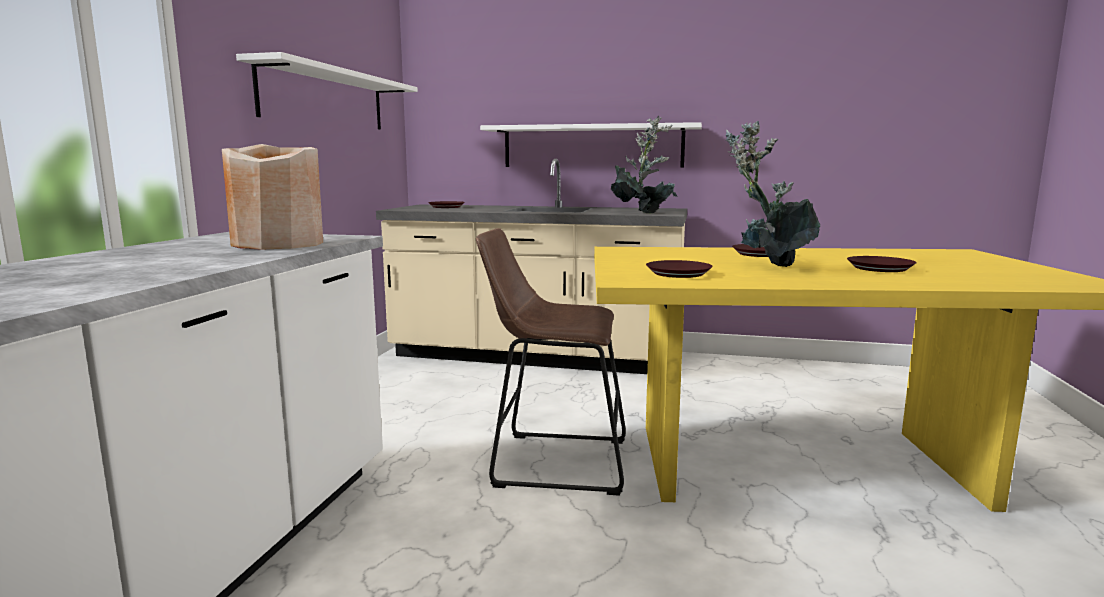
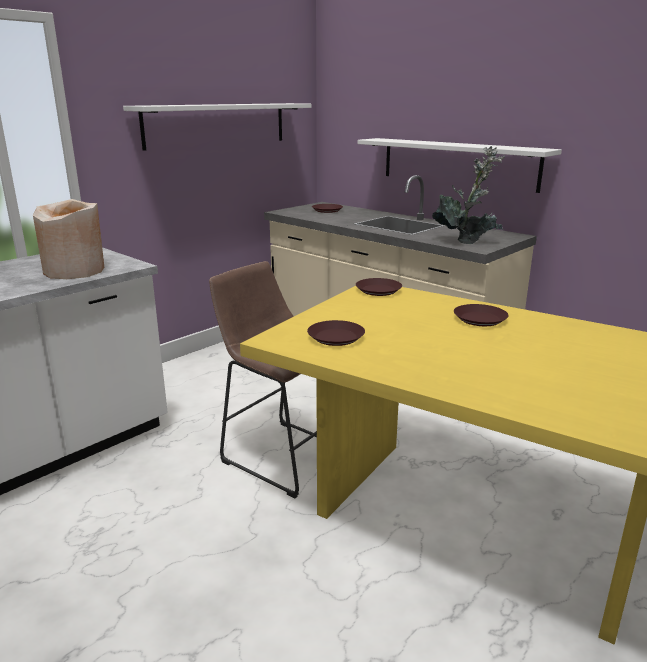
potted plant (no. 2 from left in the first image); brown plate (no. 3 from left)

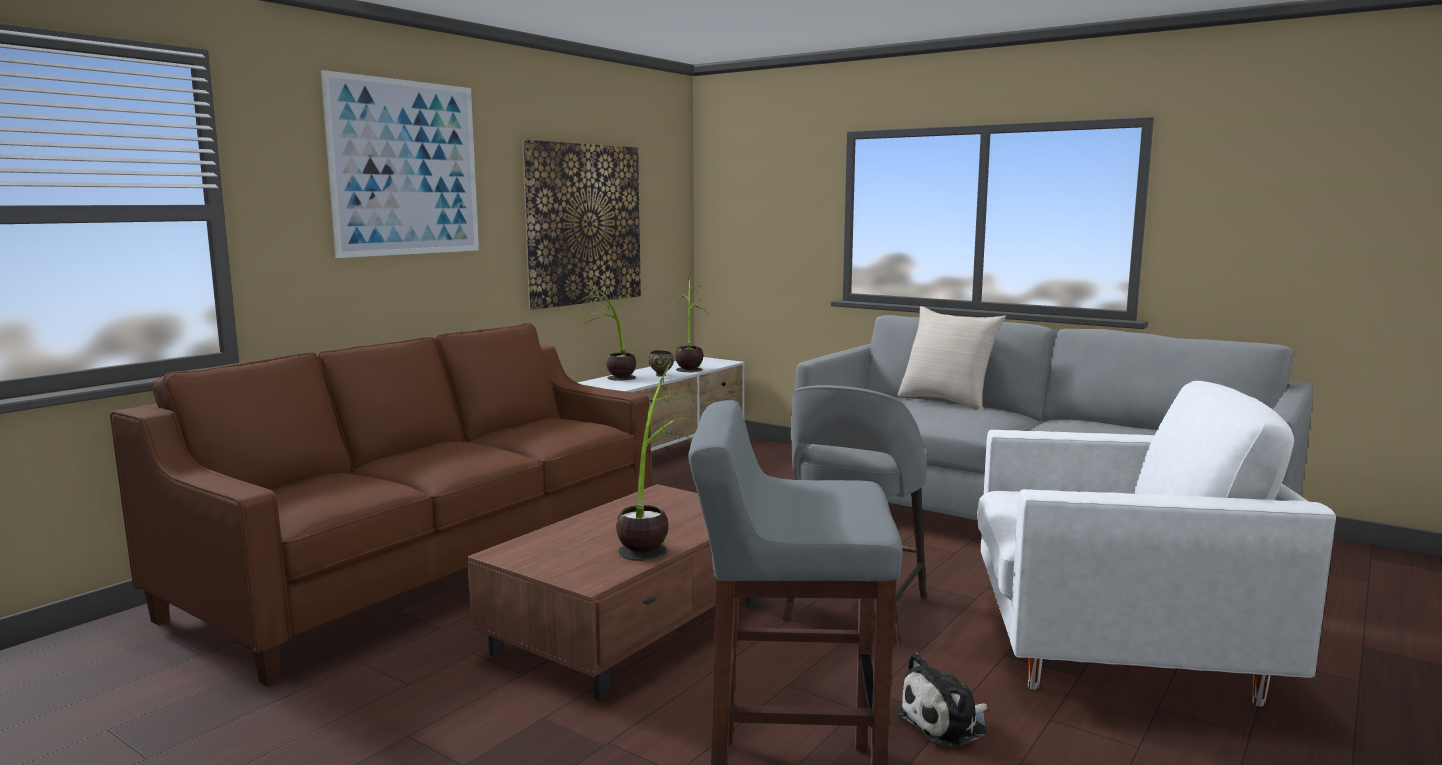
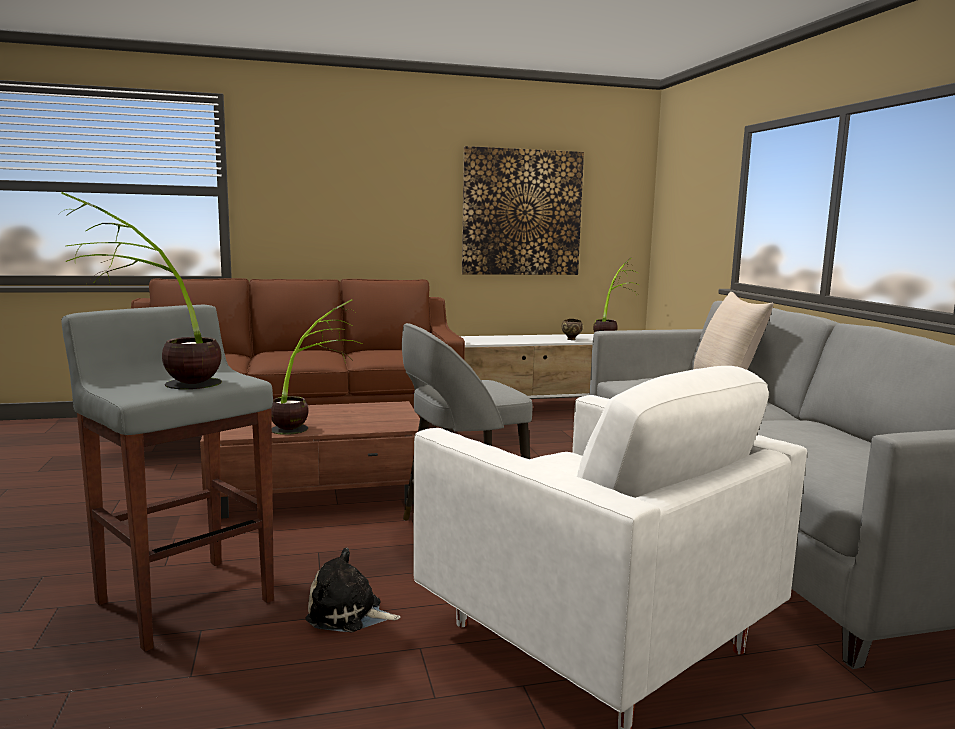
wall art (no. 1 from left in the first image); potted plant (no. 1 from left)

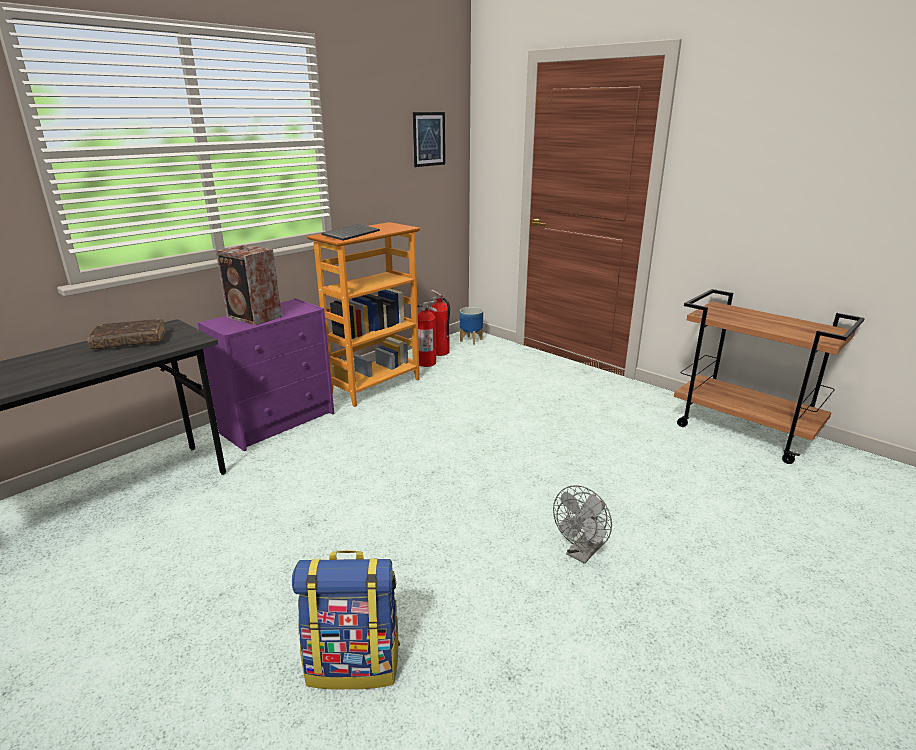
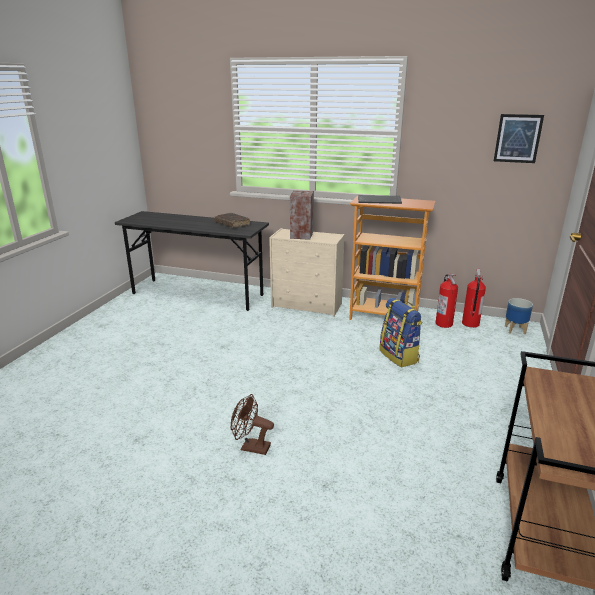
beige-coloured dresser; brown cooling fan; knapsack

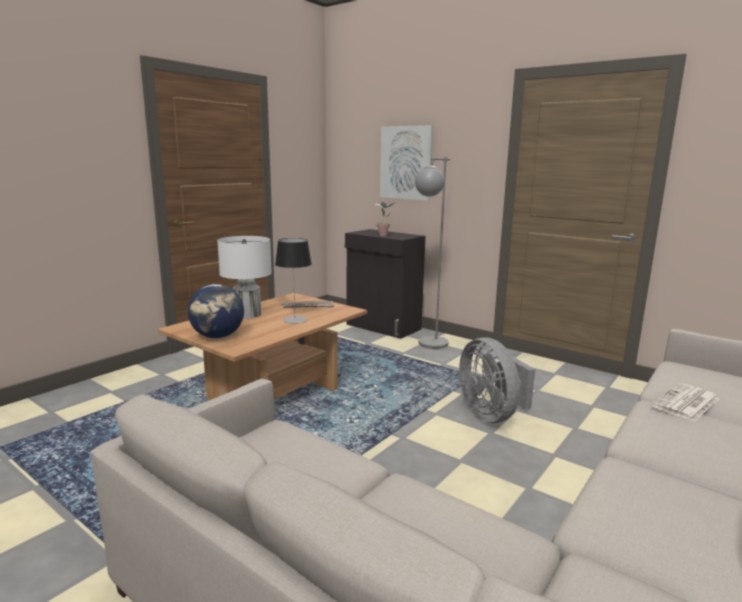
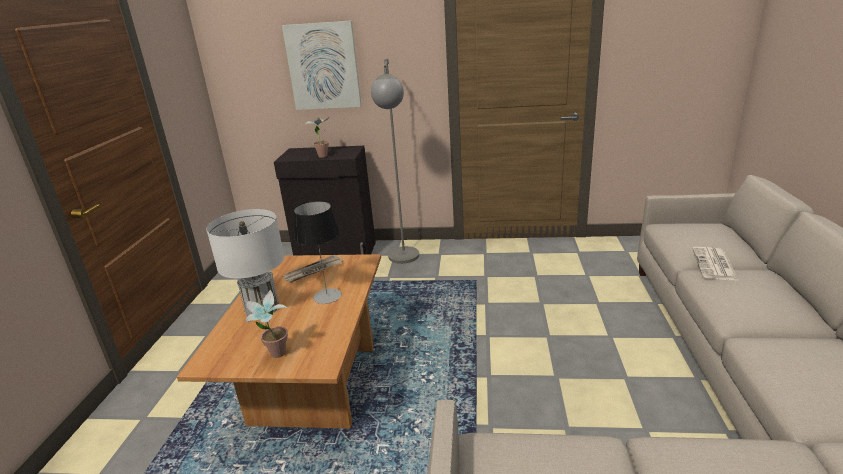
potted plant (no. 1 from left); gray cooling fan

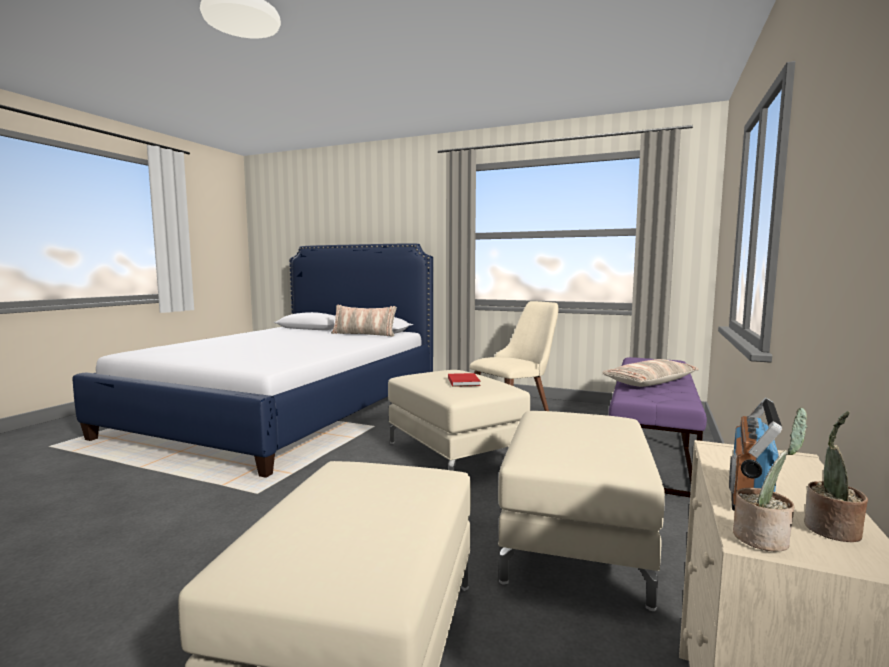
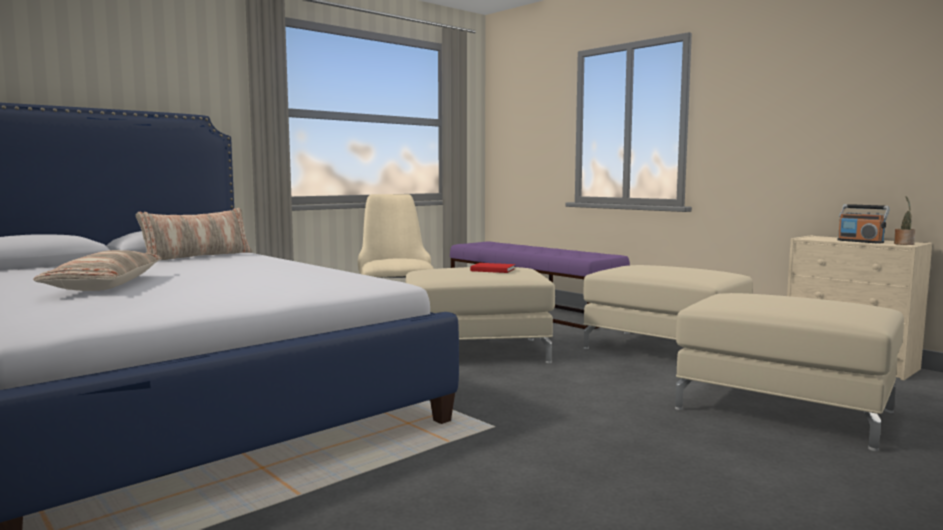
cushion (no. 1 from left); potted plant (no. 2 from left in the first image)

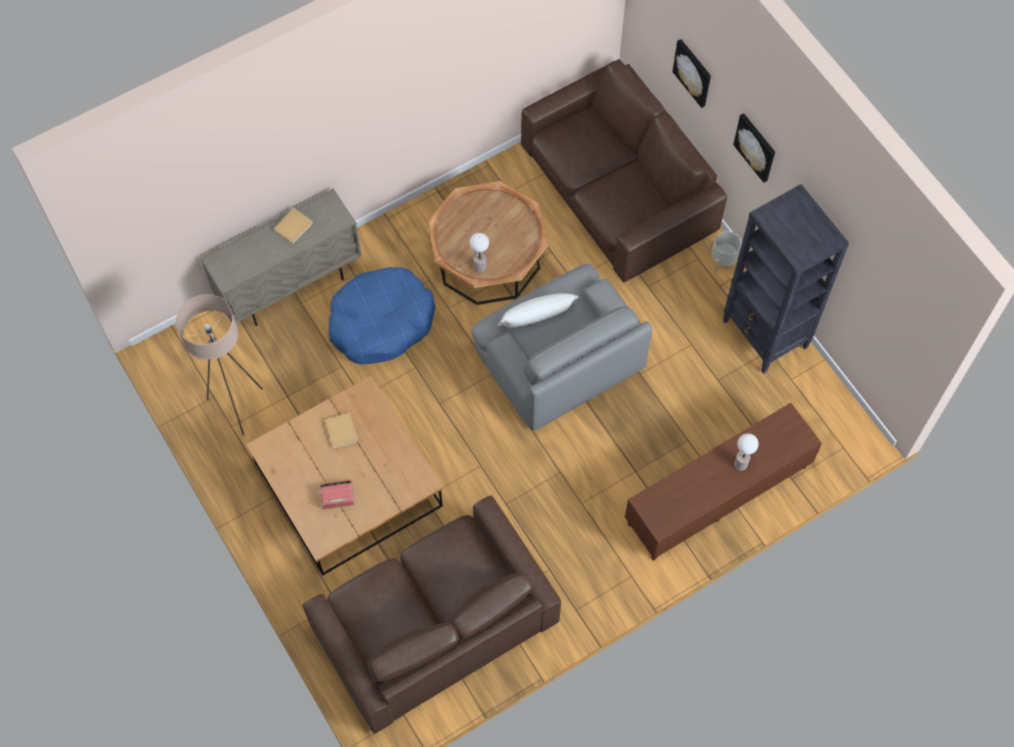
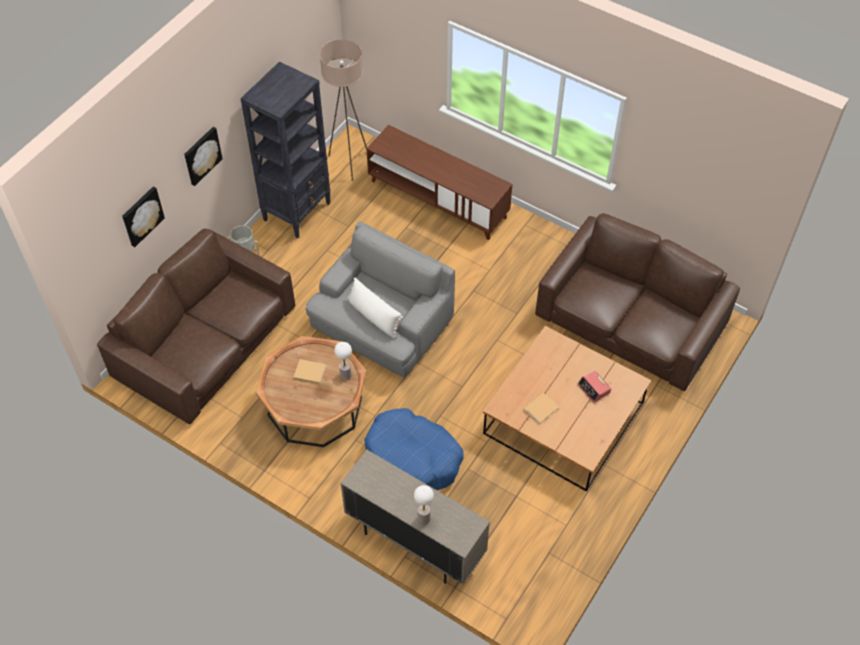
beige-coloured bound book (no. 1 from left); beige-coloured standard lamp; tabletop lamp (no. 2 from left)

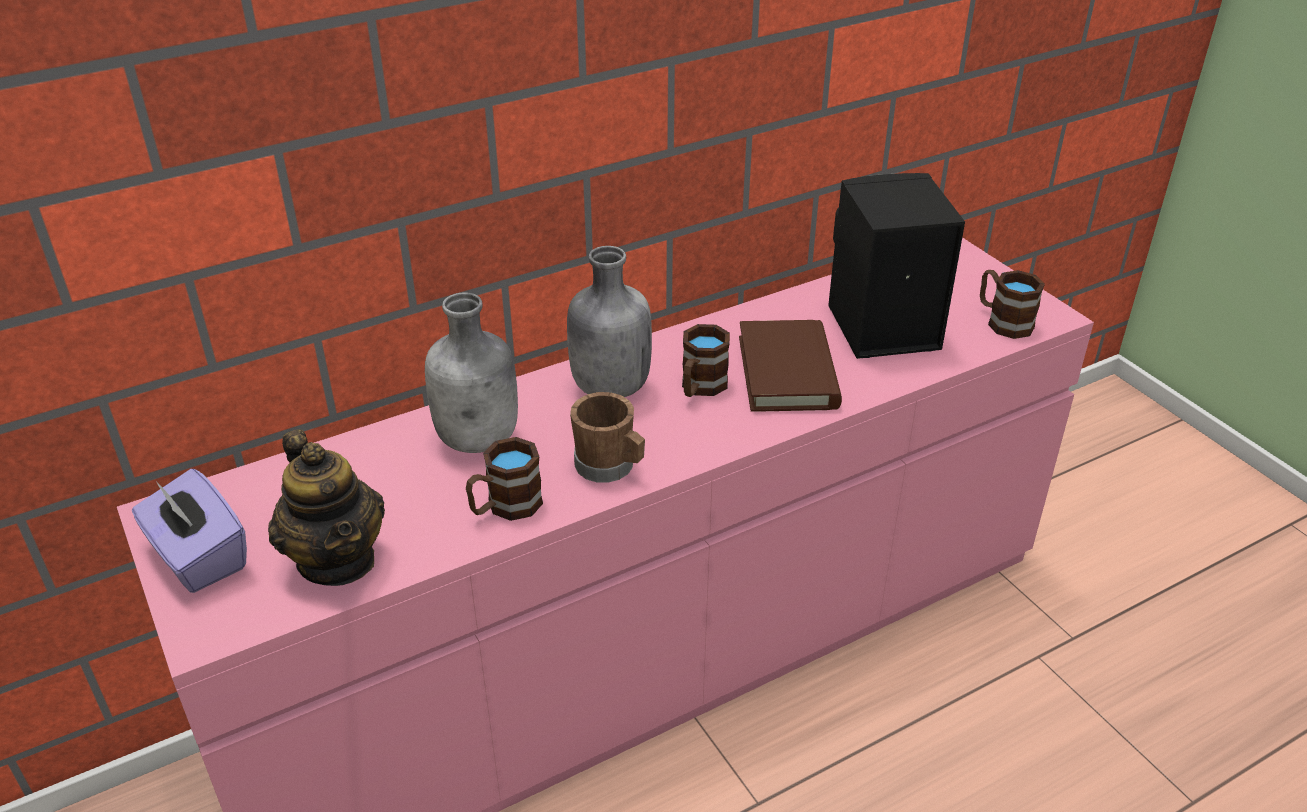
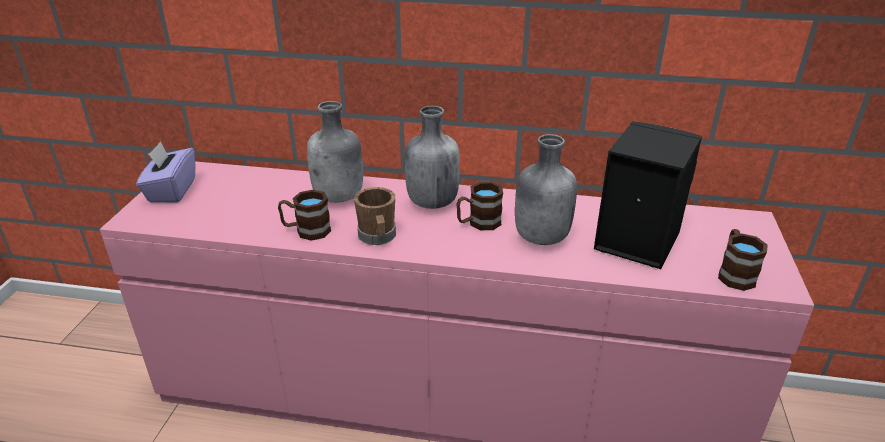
gray bottle (no. 3 from left); tea pot

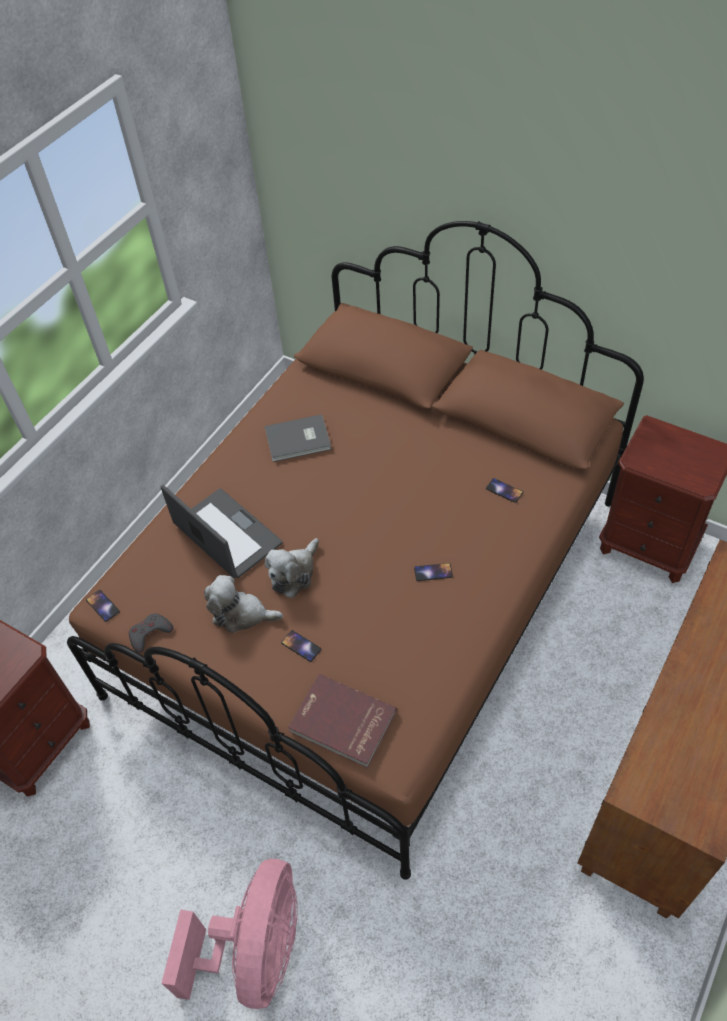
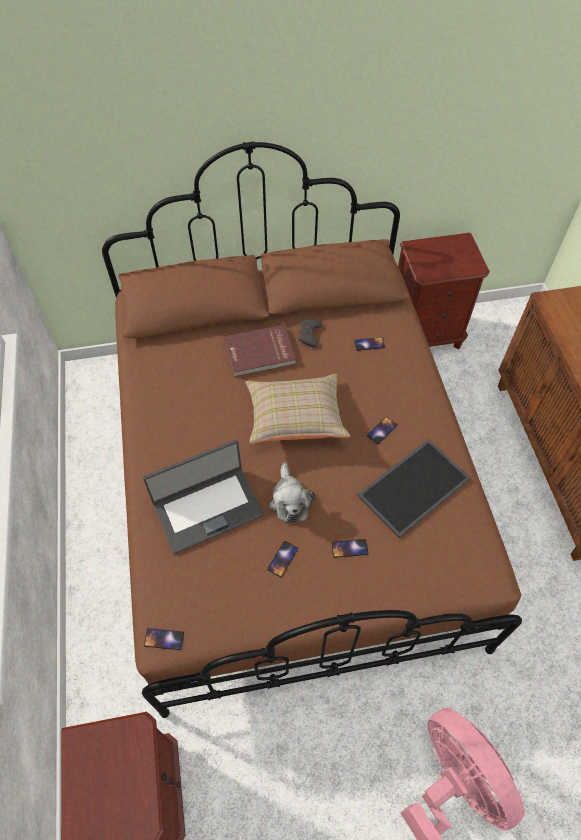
gray bound book; portable computer; telephone (no. 2 from left); gray joypad; reddish bound book; beige-coloured cushion; tray

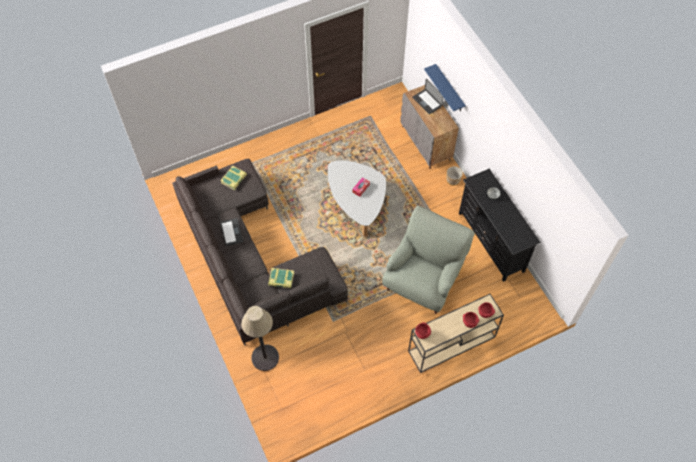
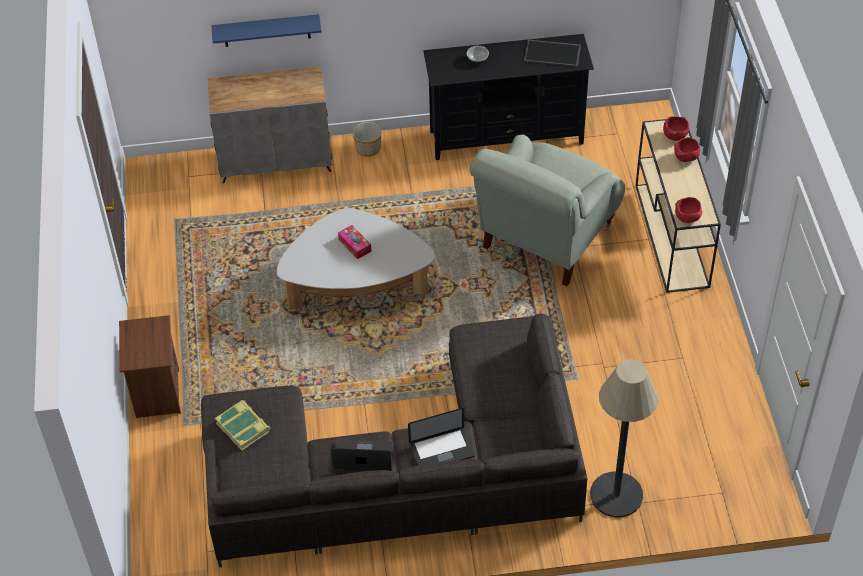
portable computer (no. 2 from left); gray easy chair; bound book (no. 2 from left in the first image); tray; brown bedside table

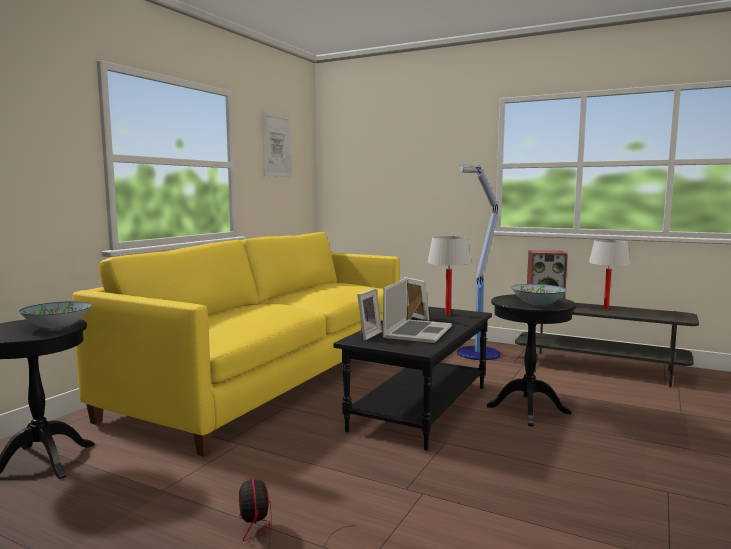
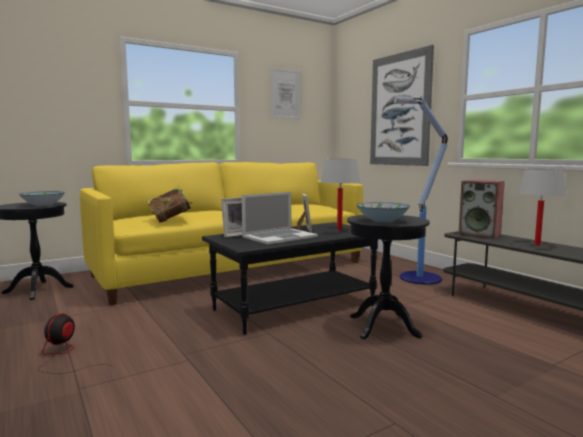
wall art (no. 2 from left); bound book

